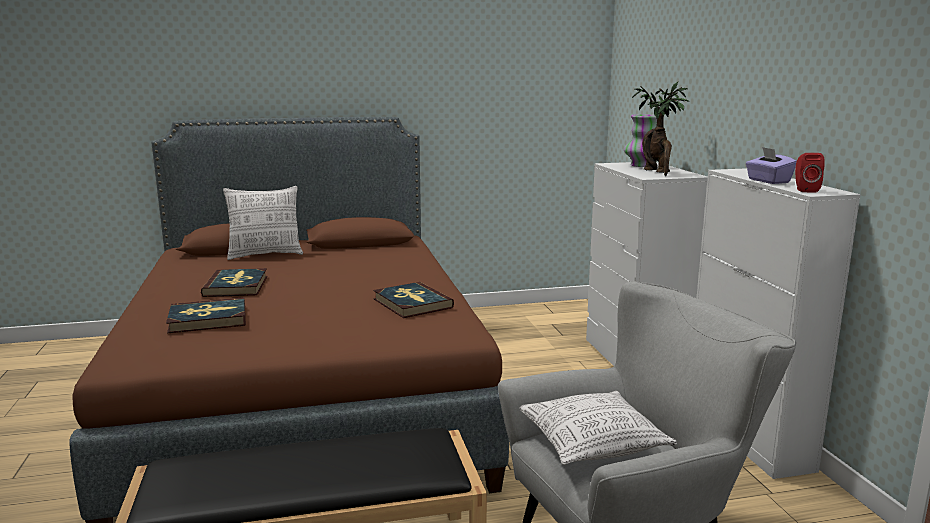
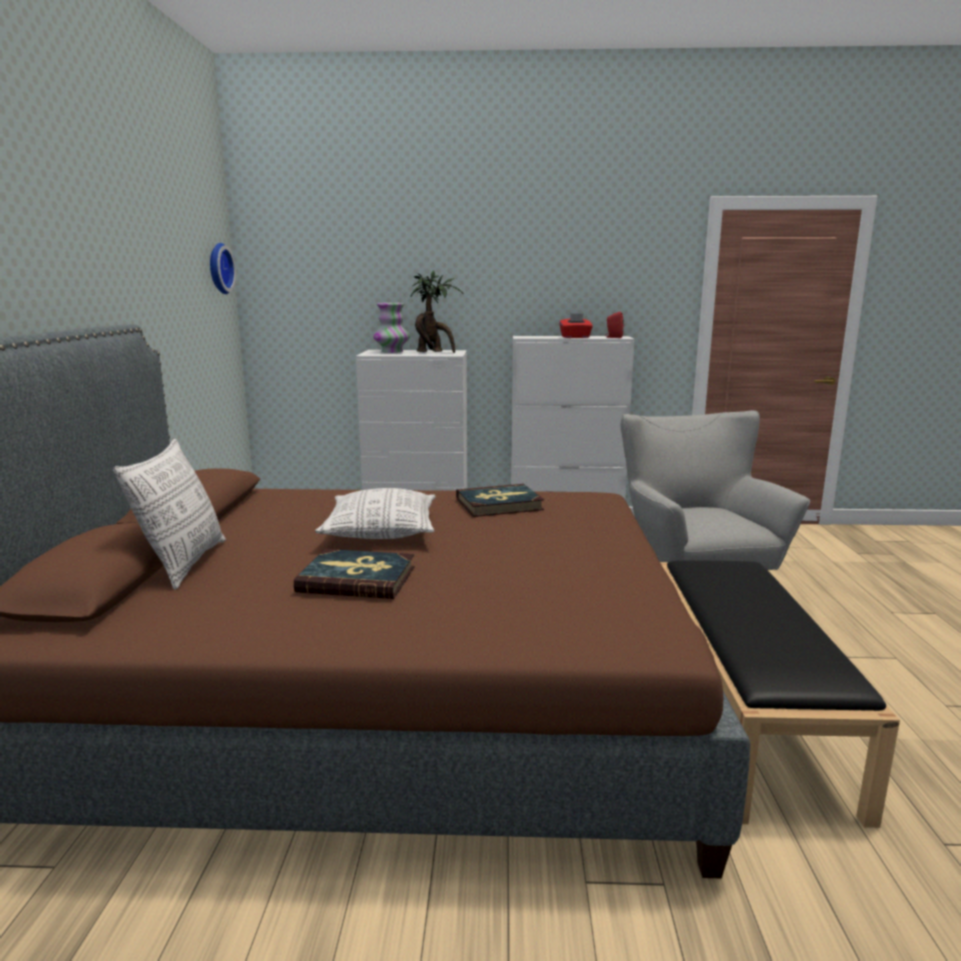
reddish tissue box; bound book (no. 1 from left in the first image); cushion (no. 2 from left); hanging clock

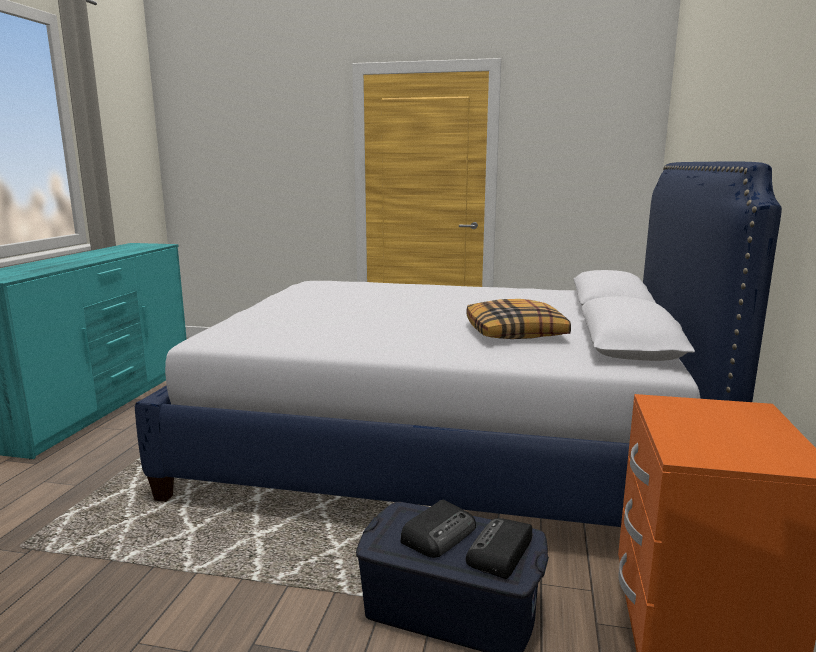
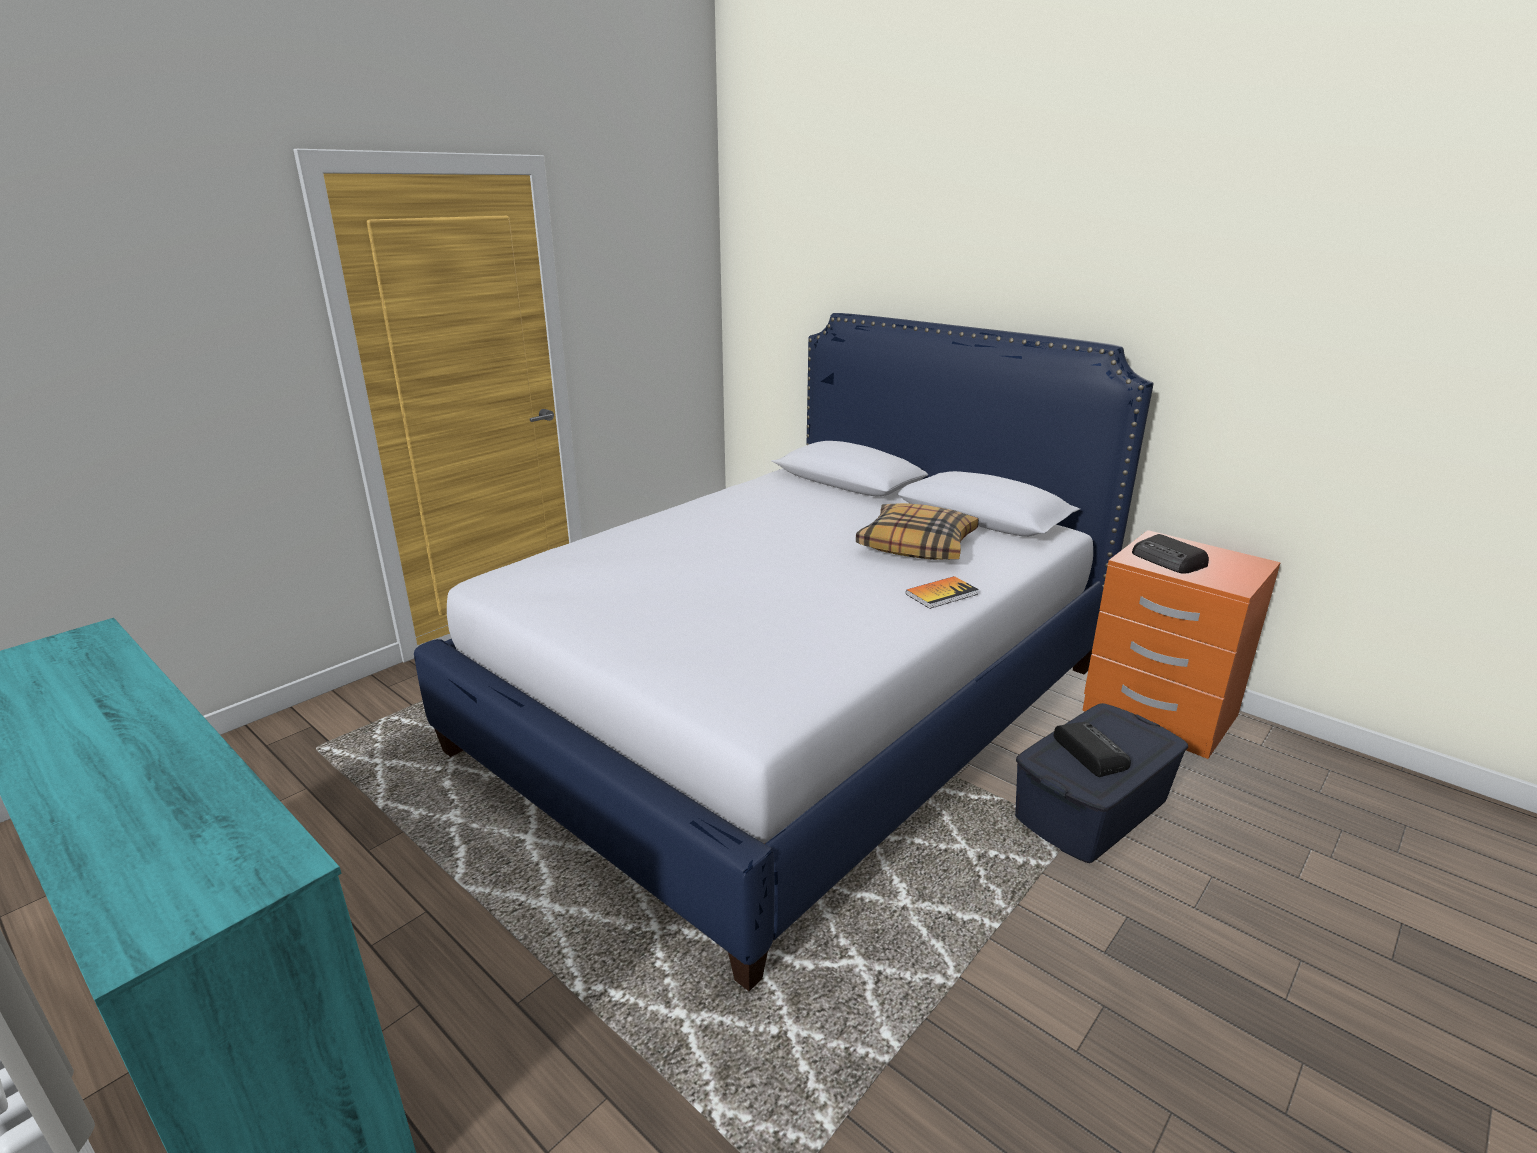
radio (no. 2 from left); bound book

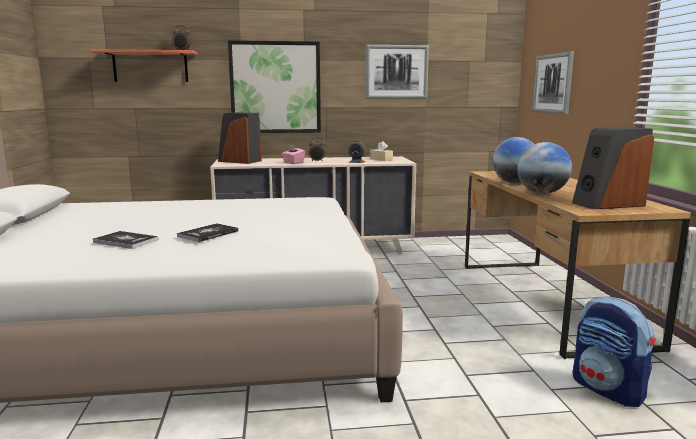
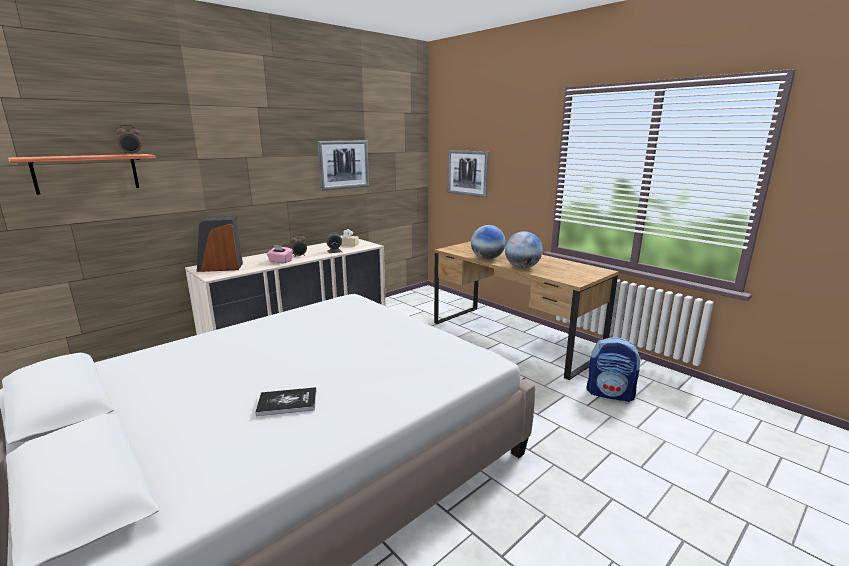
wall art (no. 1 from left in the first image); audio speaker (no. 2 from left in the first image); bound book (no. 2 from left in the first image)

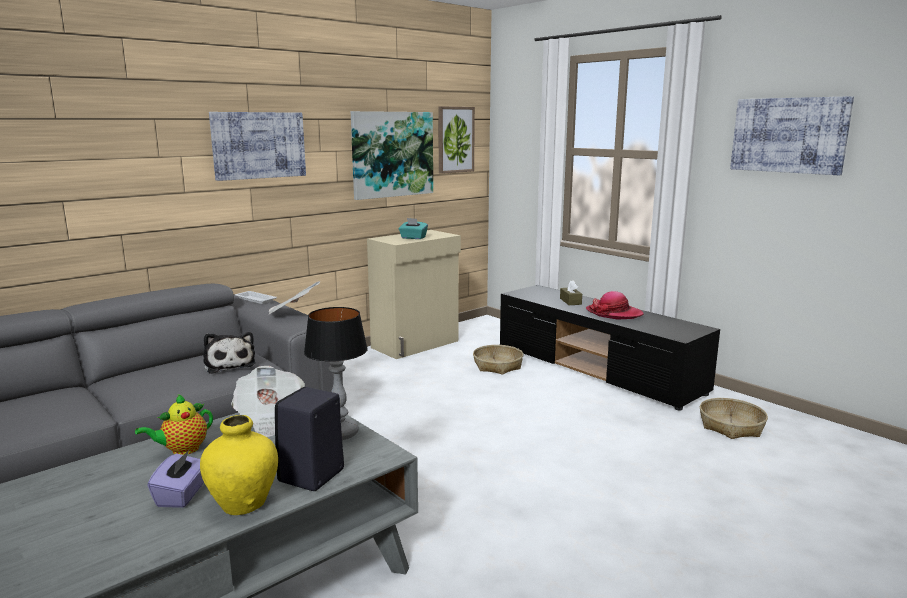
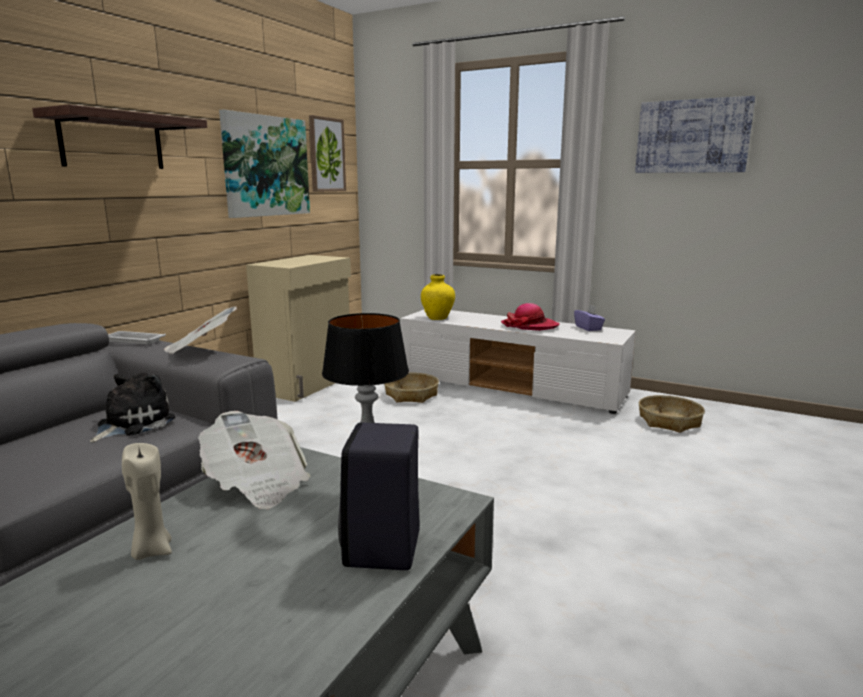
shelf; blue-green tissue box; brown tissue box; whitish tv unit; plush toy; beige-coloured wax light; yellow flower vase; purple-coloured tissue box

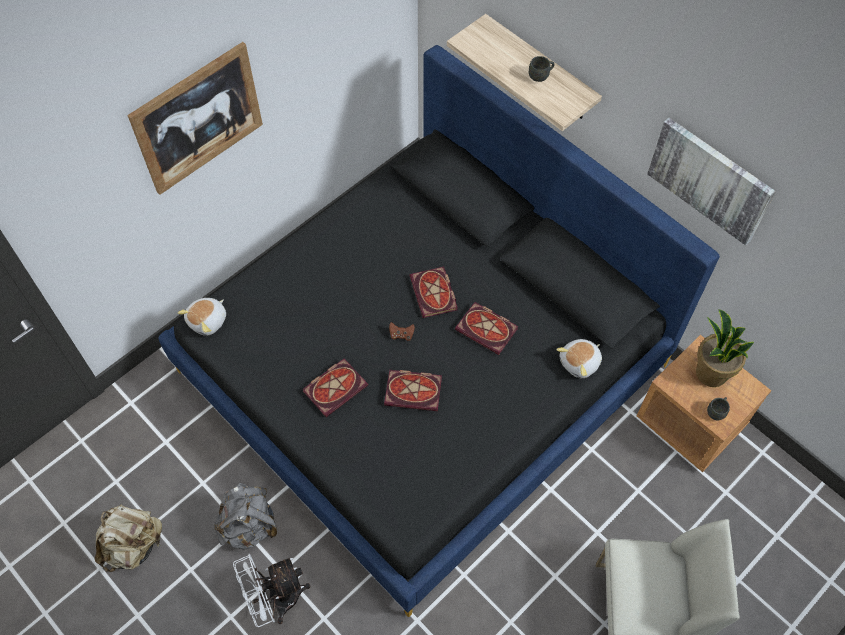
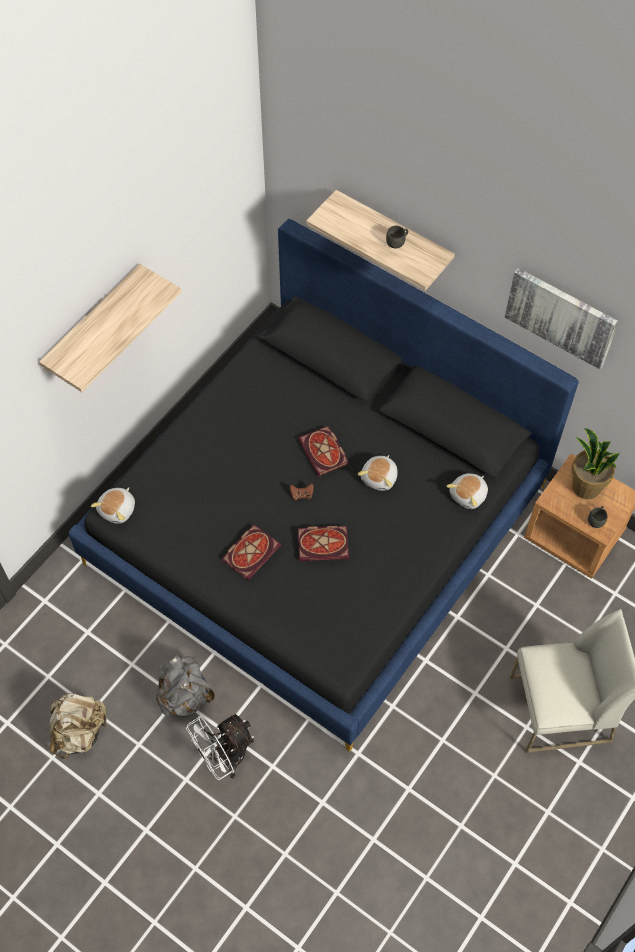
shelf (no. 1 from left); plush toy (no. 2 from left)

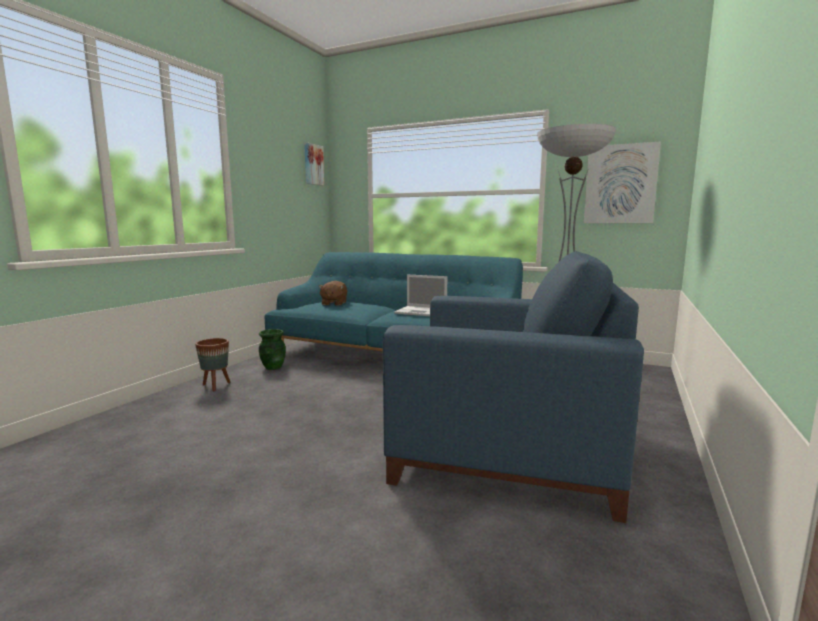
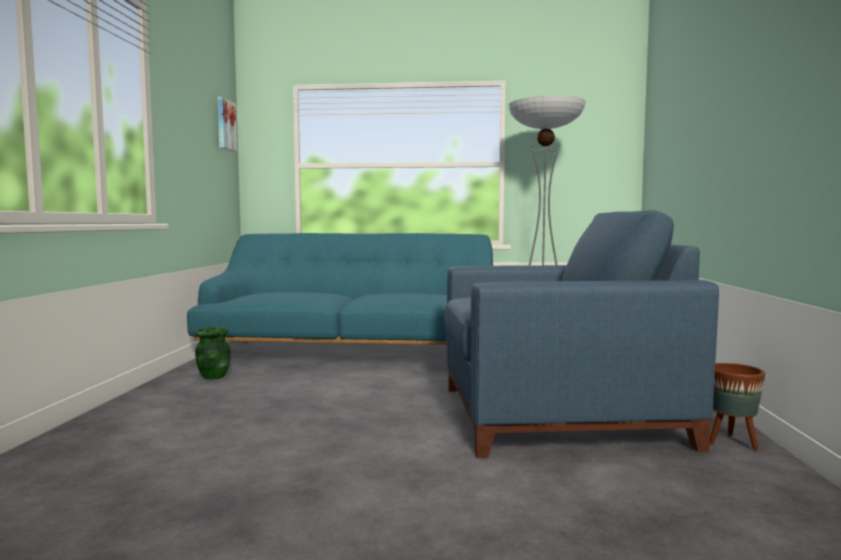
wall art (no. 2 from left in the first image); portable computer; brown plush toy; brown flower pot

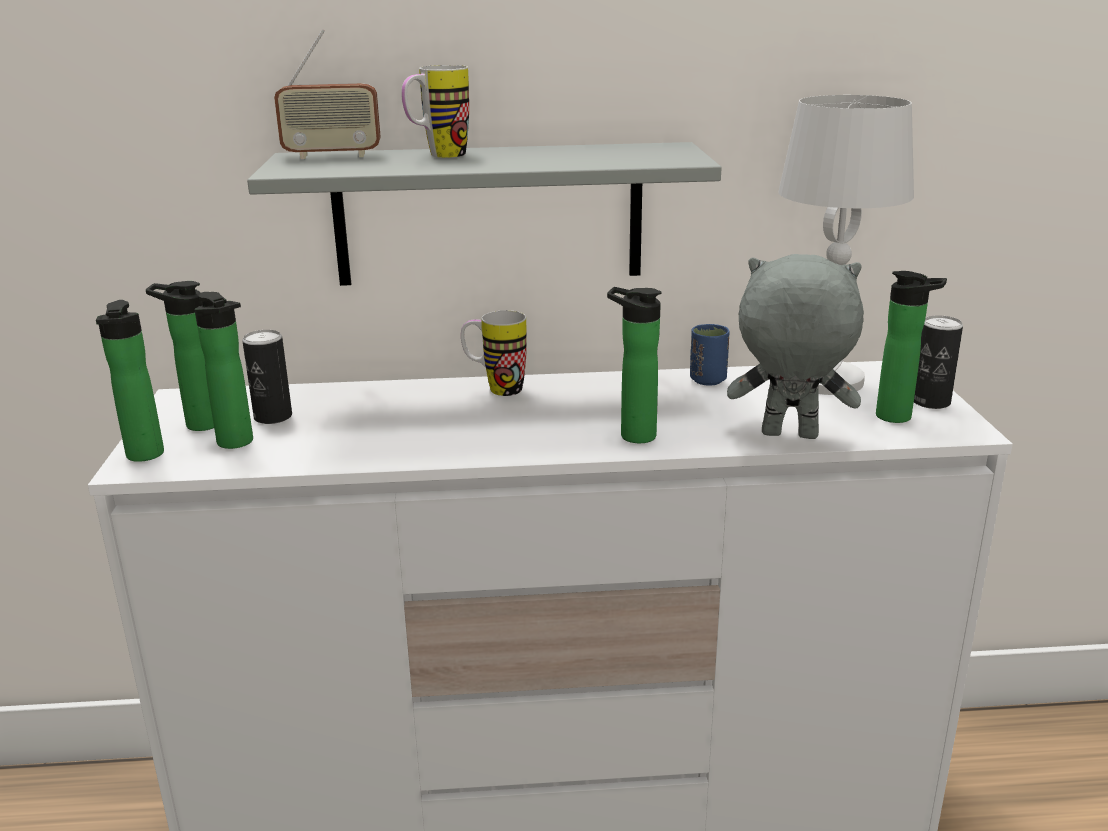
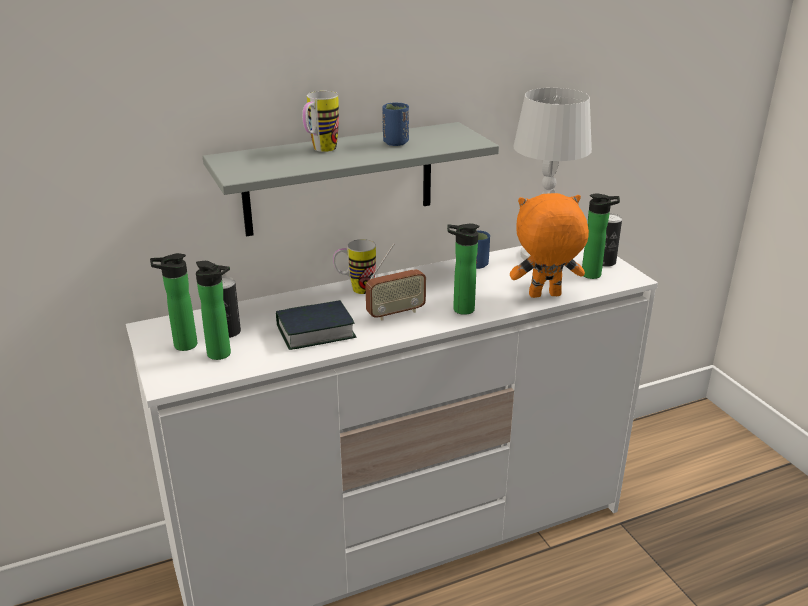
radio; orange-coloured plush toy; bottle (no. 1 from left in the first image); blue-coloured cup (no. 1 from left); bound book

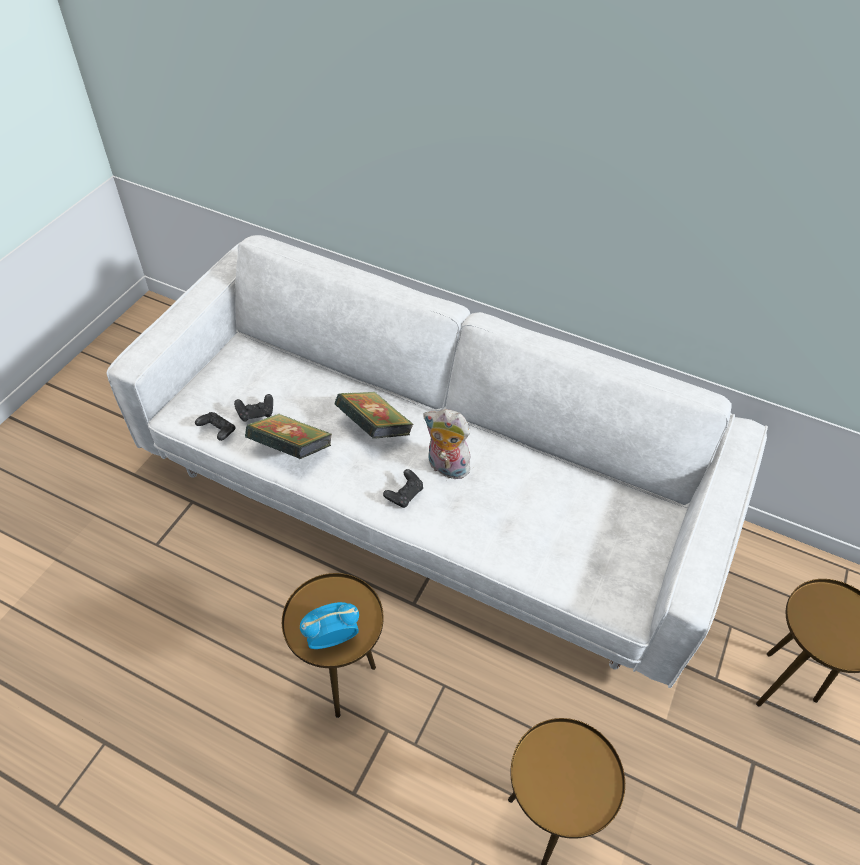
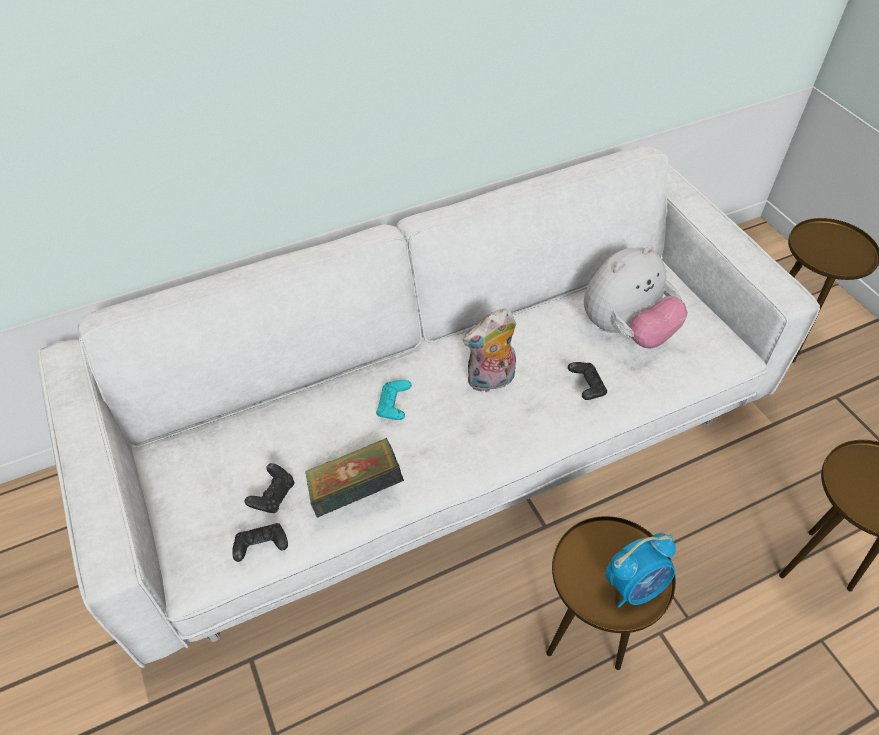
blue-green joypad; blackish joypad (no. 3 from left); alarm clock; plush toy (no. 2 from left)

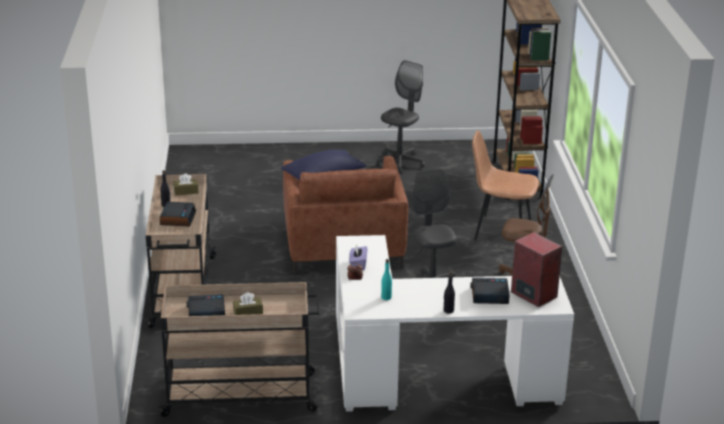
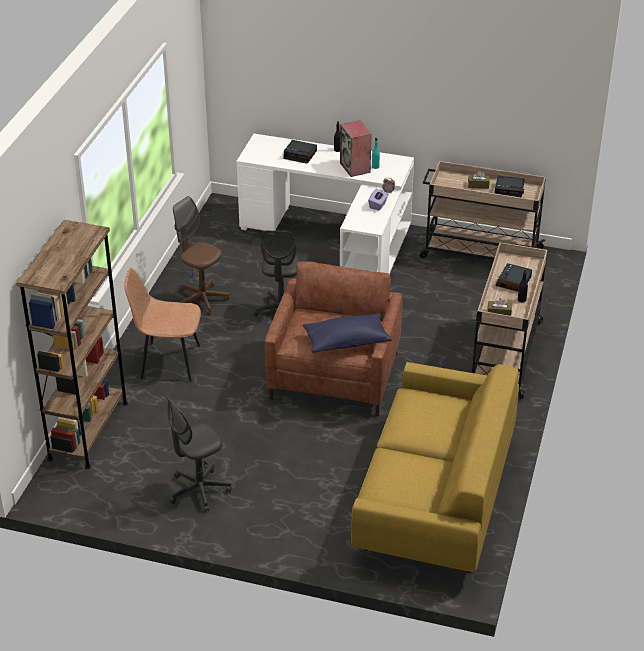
brown upright chair; audio speaker; yellow couch

